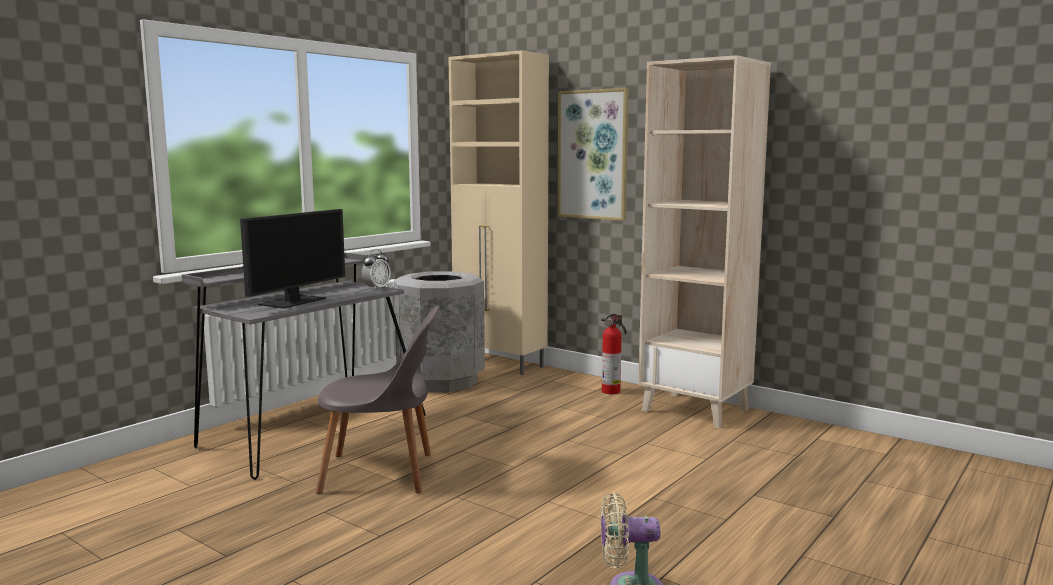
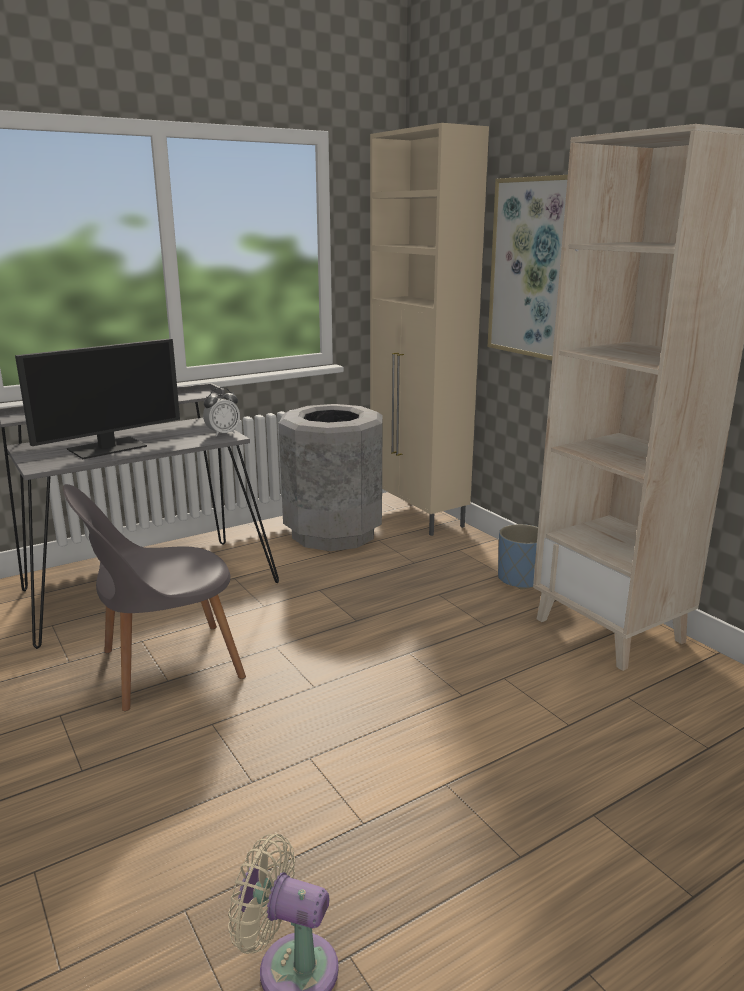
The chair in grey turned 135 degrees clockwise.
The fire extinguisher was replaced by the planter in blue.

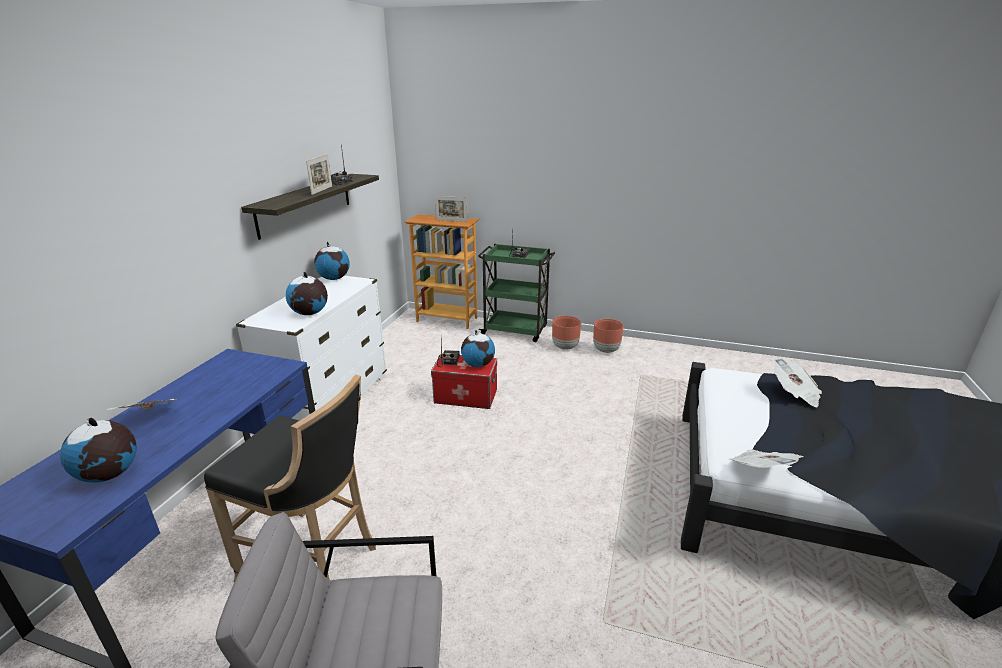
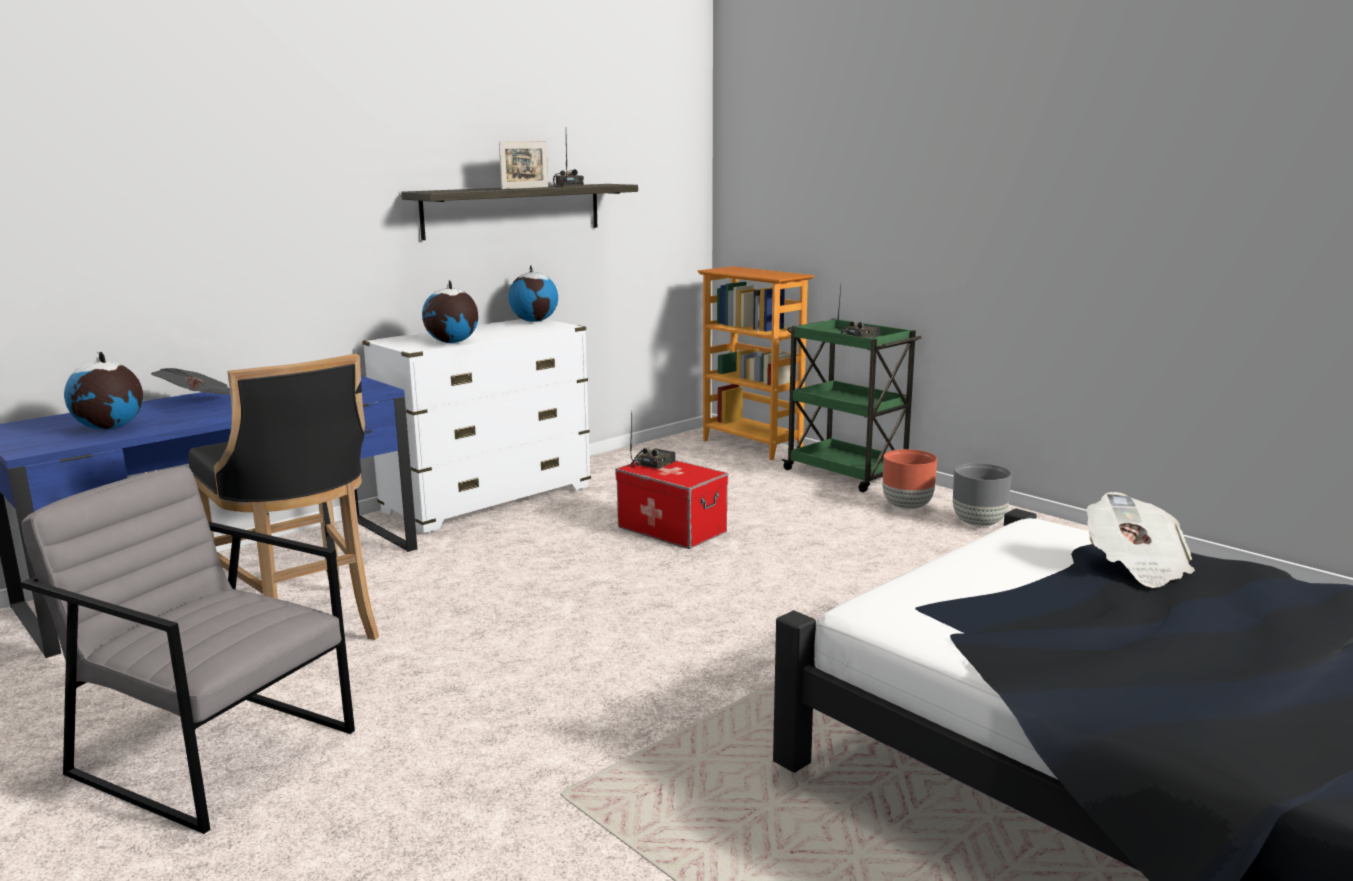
The picture frame (2nd from left) disappeared.
The planter in brown (2nd from left) became the planter in grey.
The globe (4th from left) disappeared.
The newspaper (2nd from left) disappeared.

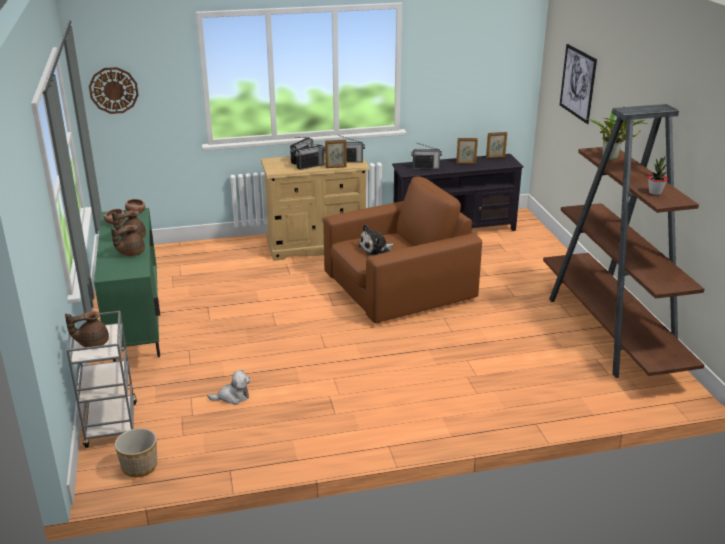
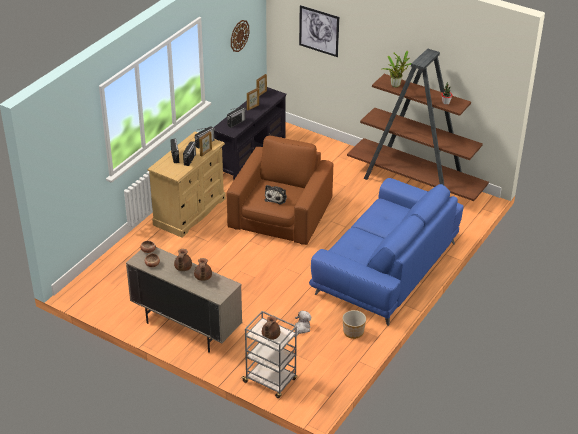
The wall clock moved.
The cabinet in green became the cabinet in beige.
The planter moved.
The sofa in blue appeared.

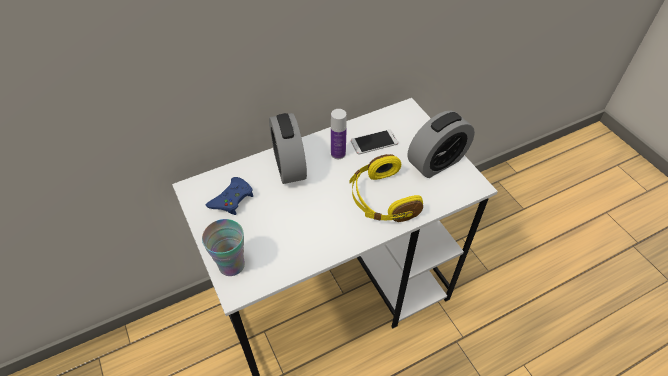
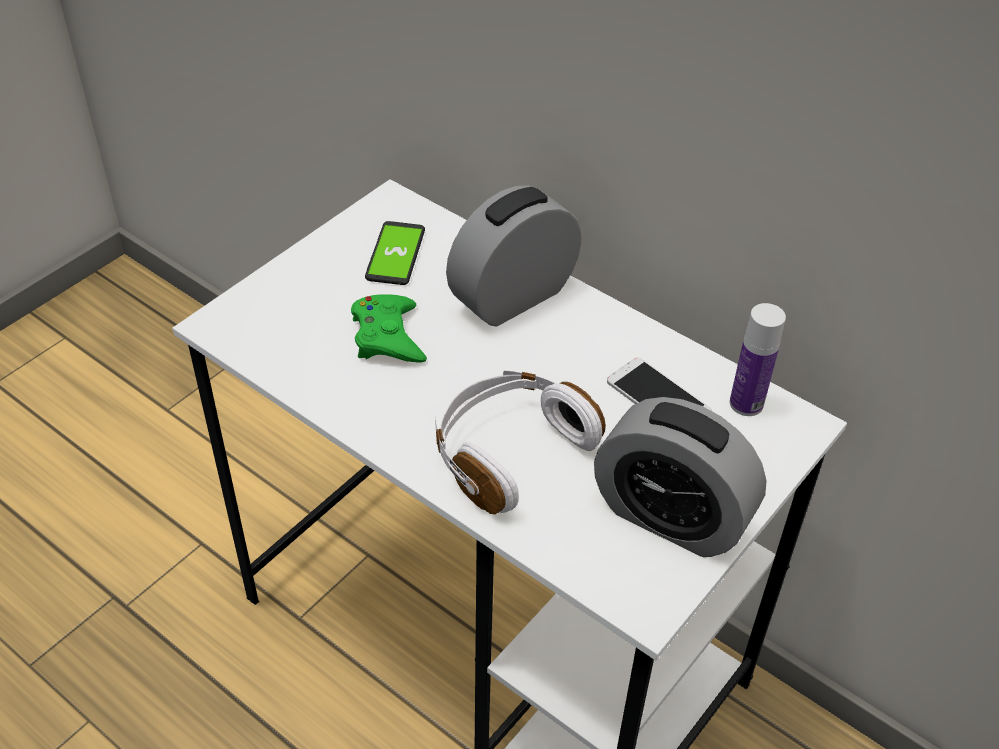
The bottle moved.
The headphones in yellow became the headphones in white.
The game controller in blue was replaced by the phone (1st from left).
The cup disappeared.
The game controller in green appeared.

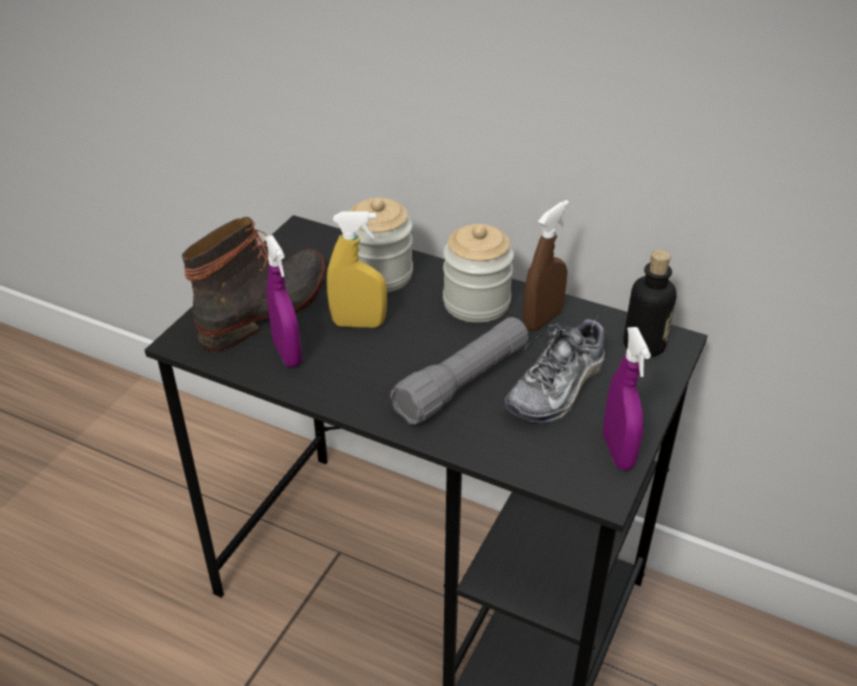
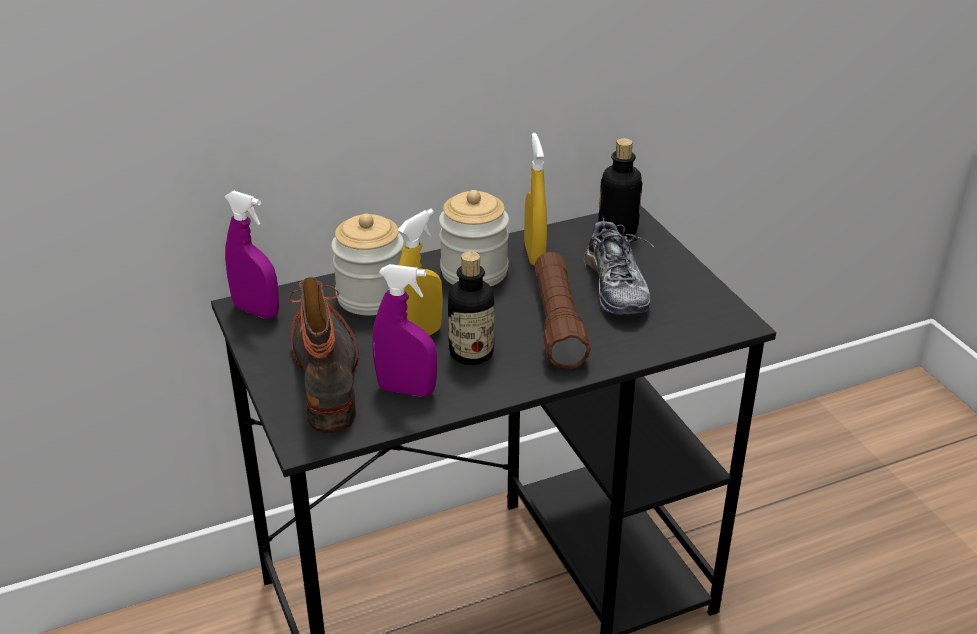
The spray bottle in brown became the spray bottle in yellow (2nd from left).
The flashlight in grey became the flashlight in brown.
The spray bottle in purple (2nd from left in the first image) moved.
The bottle (1st from left) appeared.

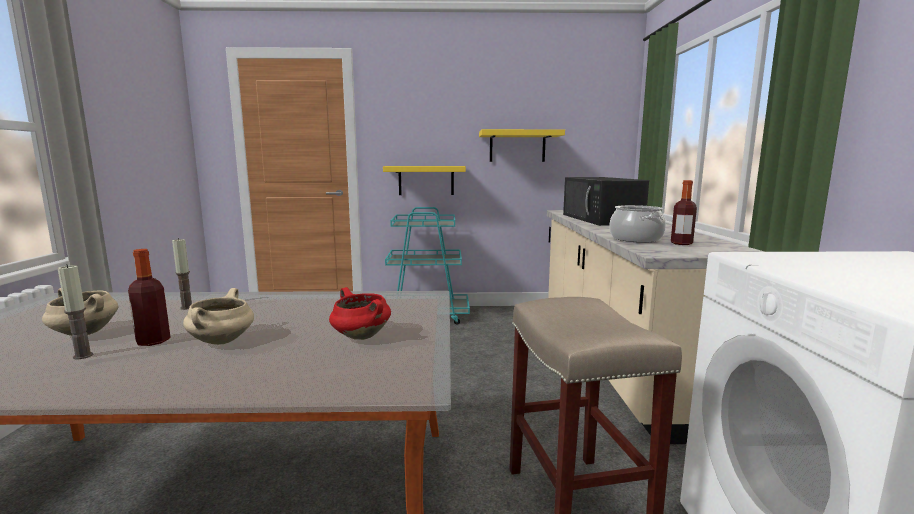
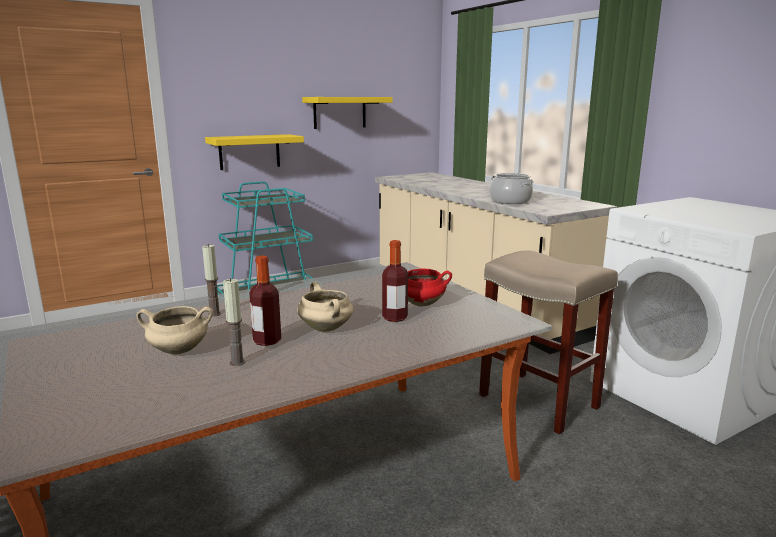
The microwave in black disappeared.
The bottle (2nd from left) moved.

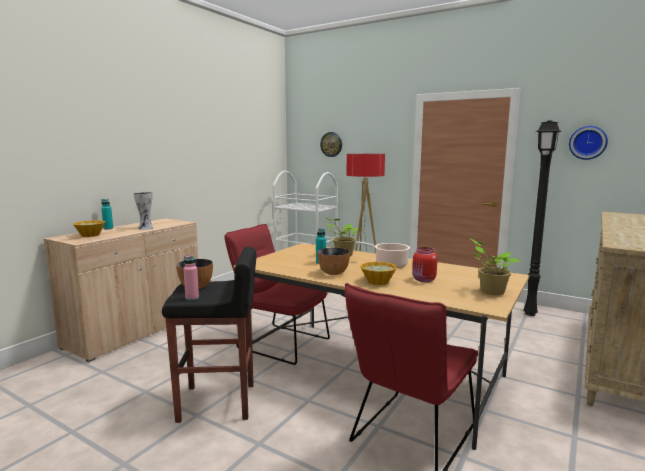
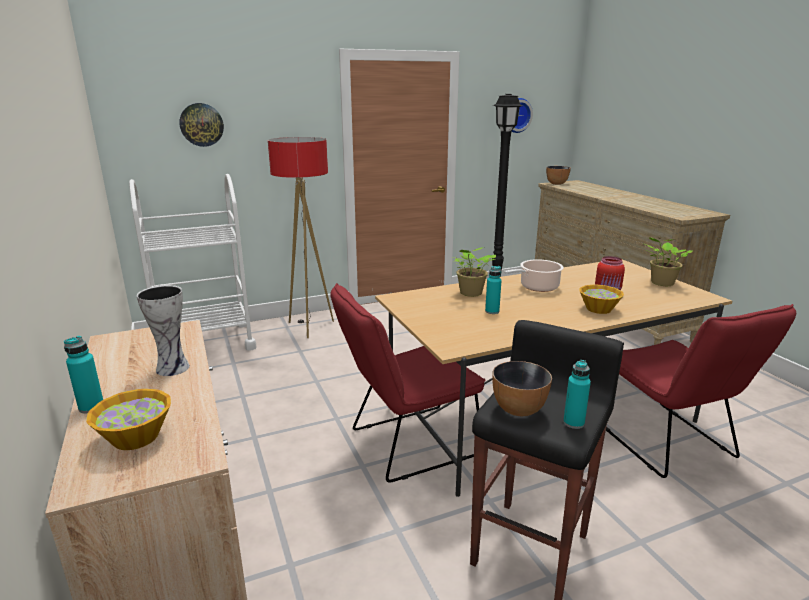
The bowl (3rd from left) moved.
The bottle in pink became the bottle in turquoise (3rd from left).

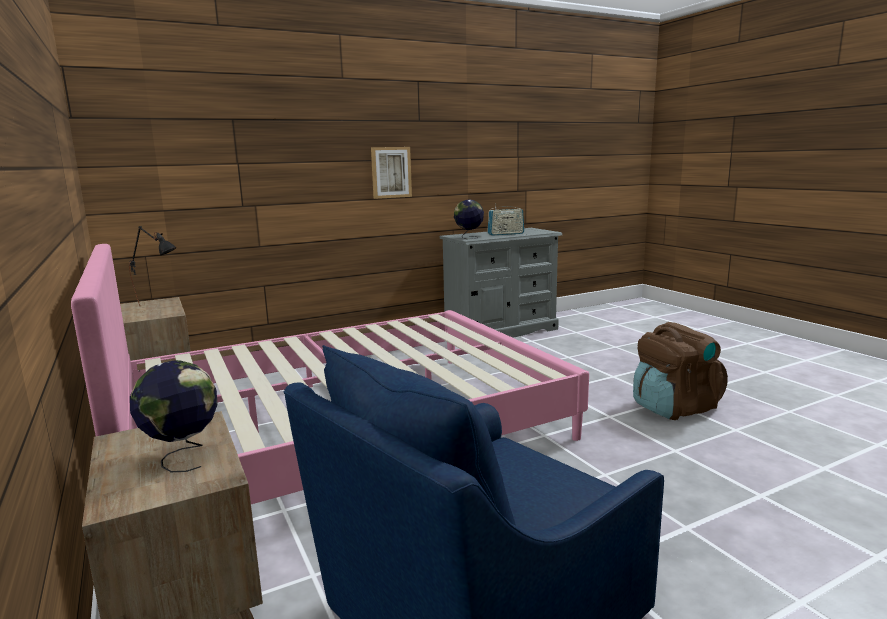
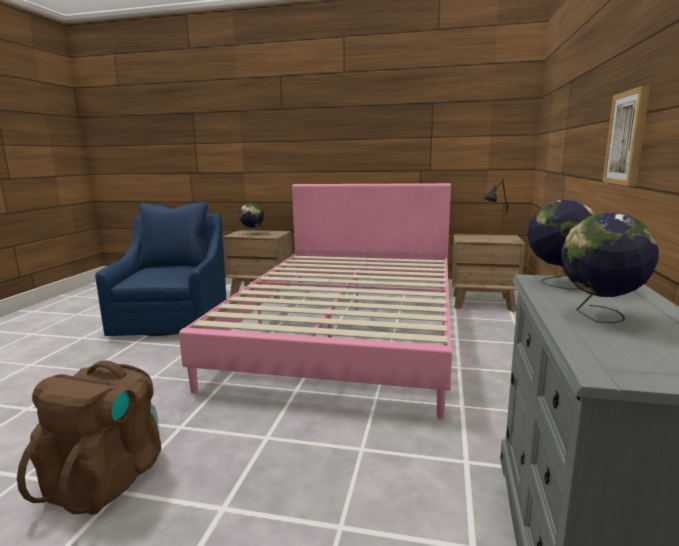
The radio was replaced by the globe (3rd from left).

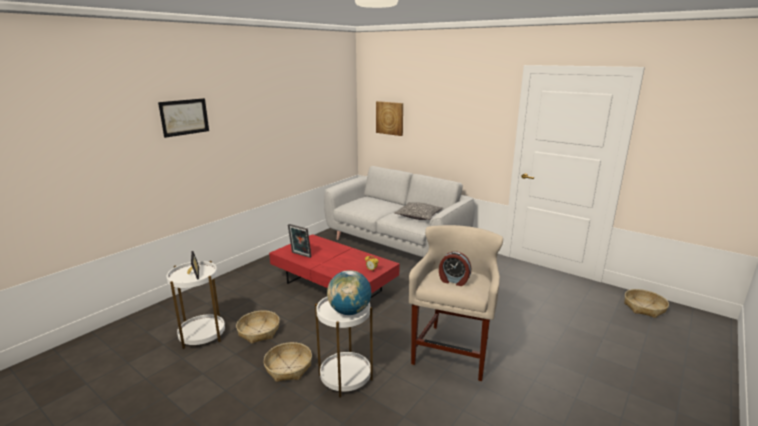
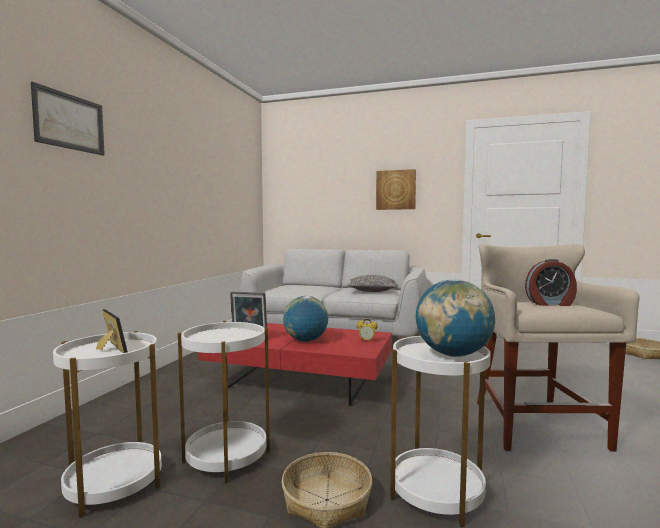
The picture (2nd from left) moved.
The basket (1st from left) was replaced by the side table in white (2nd from left).
The globe (1st from left) appeared.

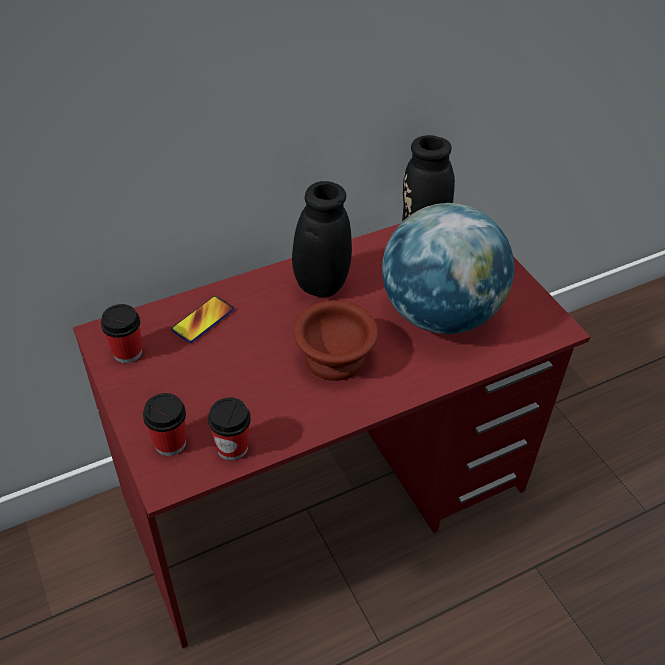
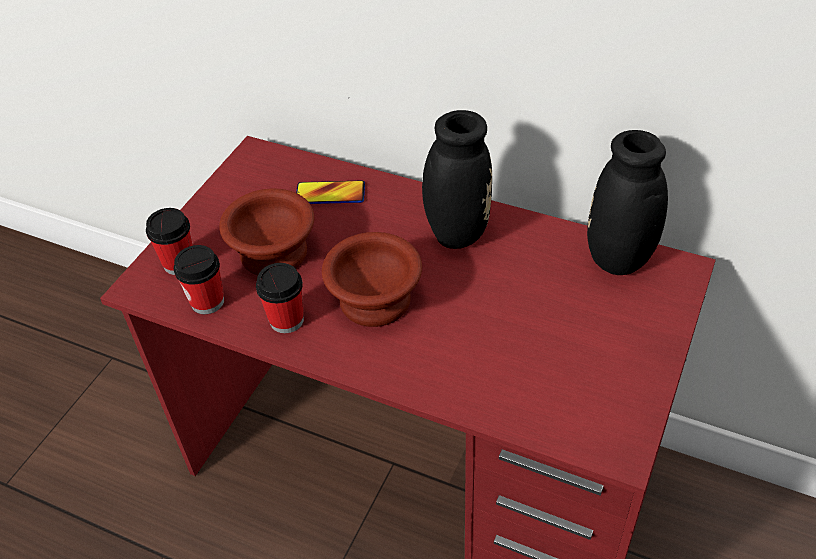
The globe disappeared.
The cup (1st from left in the first image) moved.
The bowl in brown (1st from left) appeared.

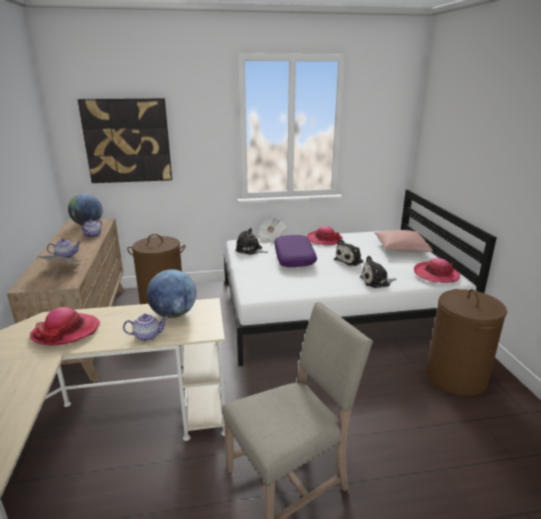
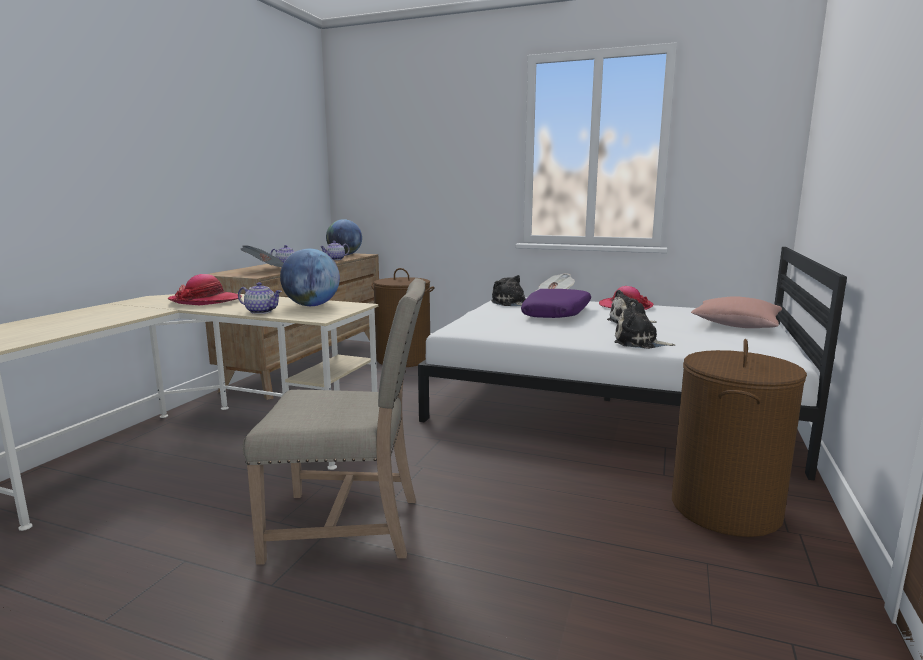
The picture disappeared.
The hat (3rd from left) disappeared.

